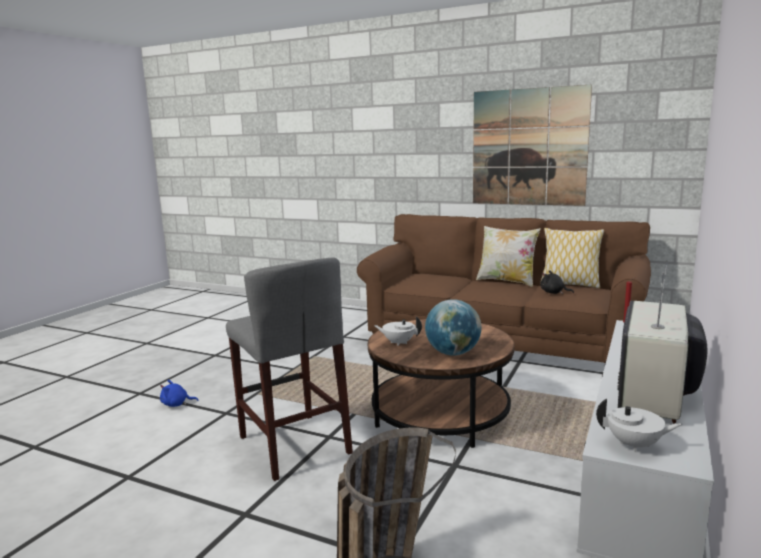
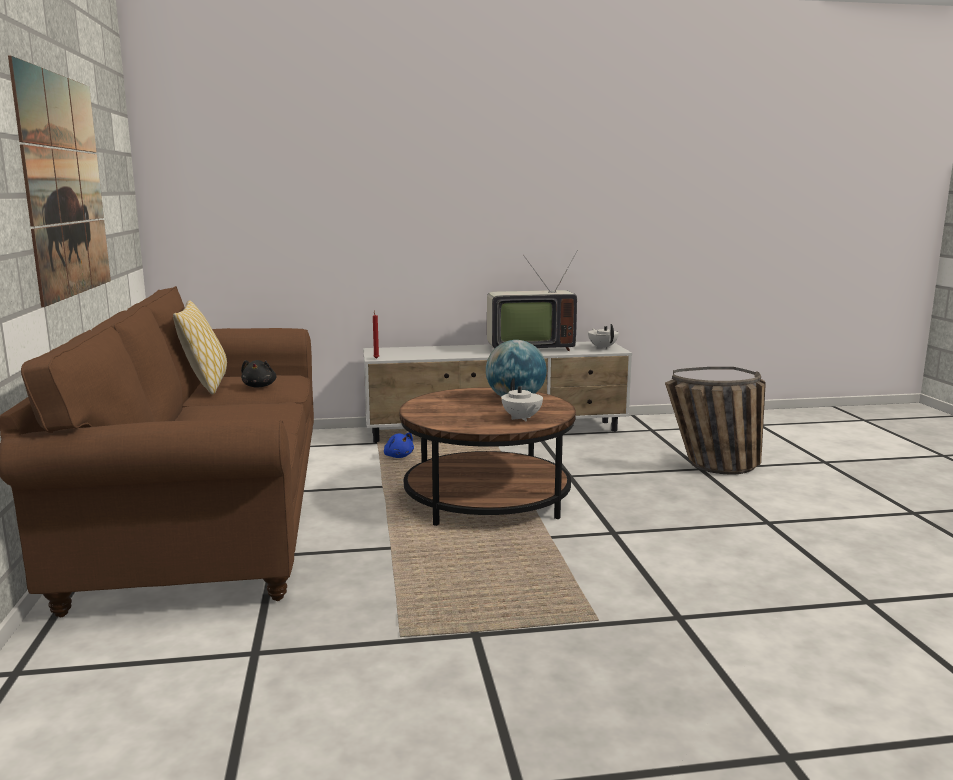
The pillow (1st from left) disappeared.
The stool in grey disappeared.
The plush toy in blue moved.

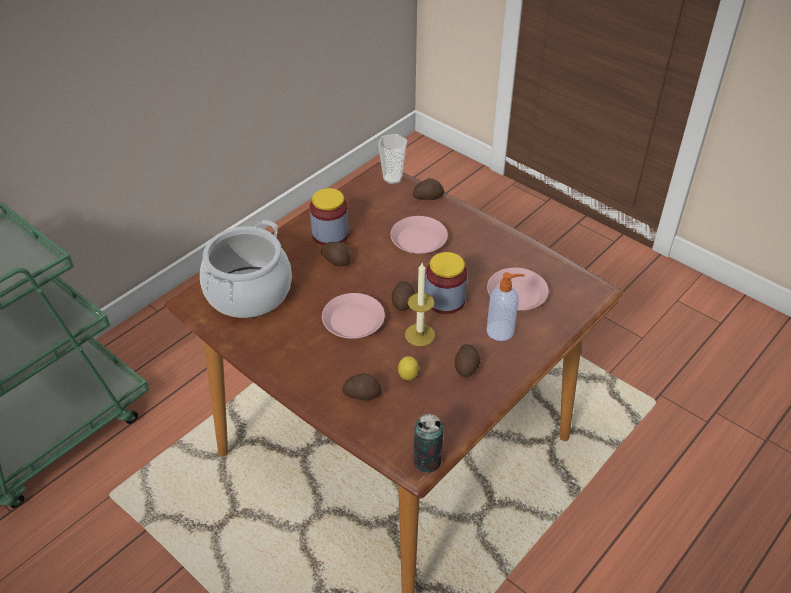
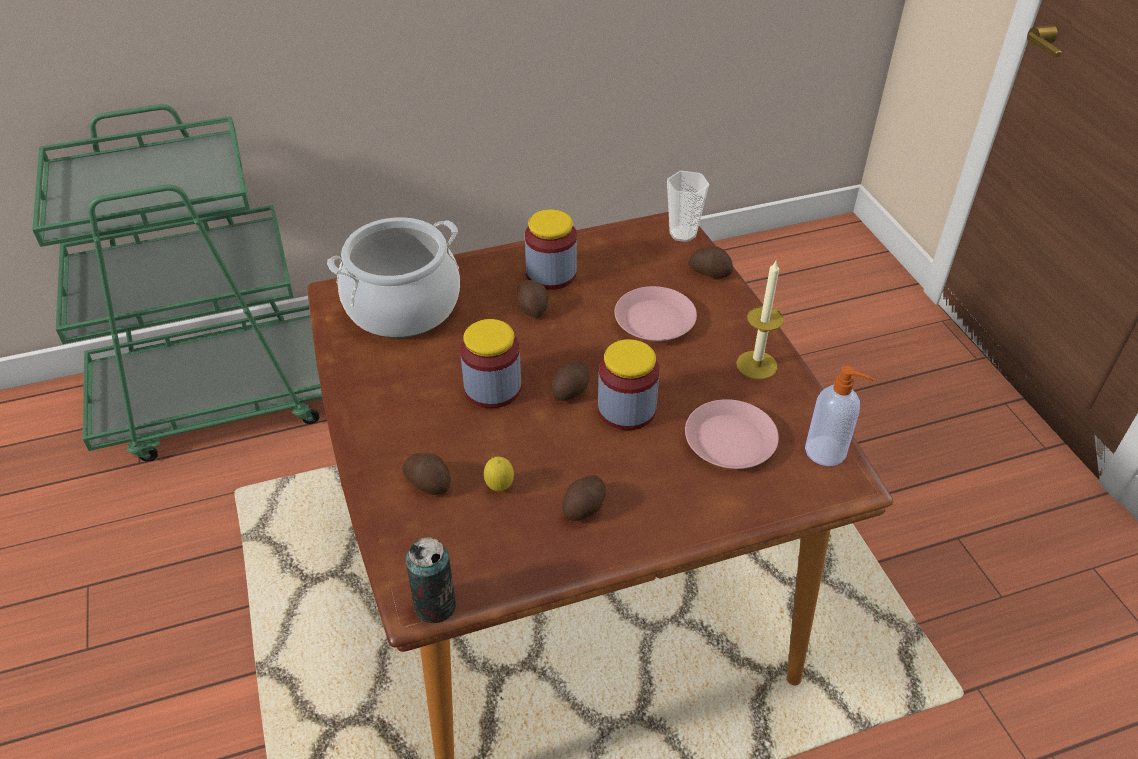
The candle moved.
The soap dispenser moved.
The plate in pink (1st from left) was replaced by the jar (1st from left).

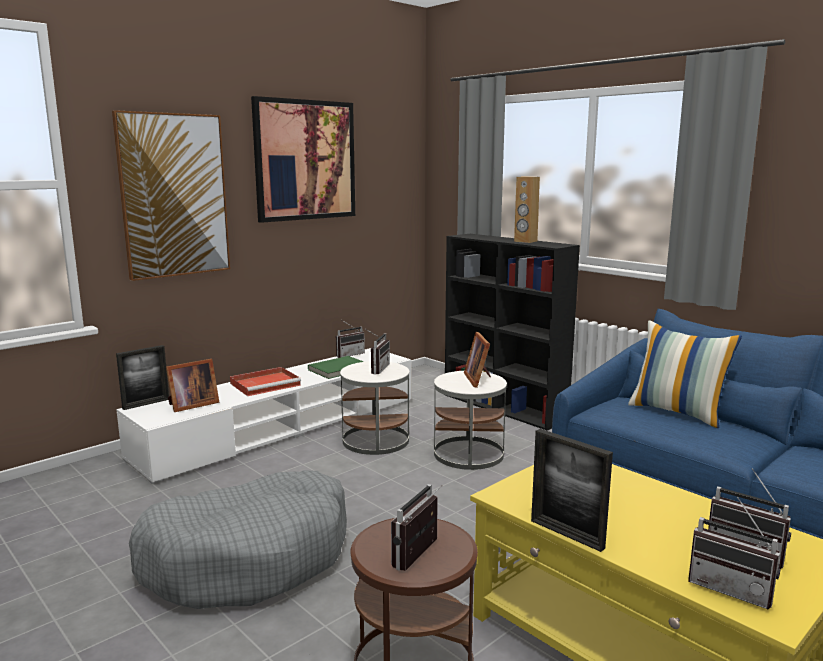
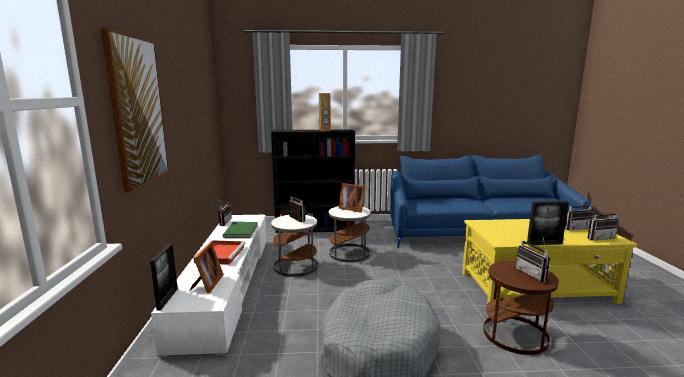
The picture (2nd from left) disappeared.
The pillow disappeared.

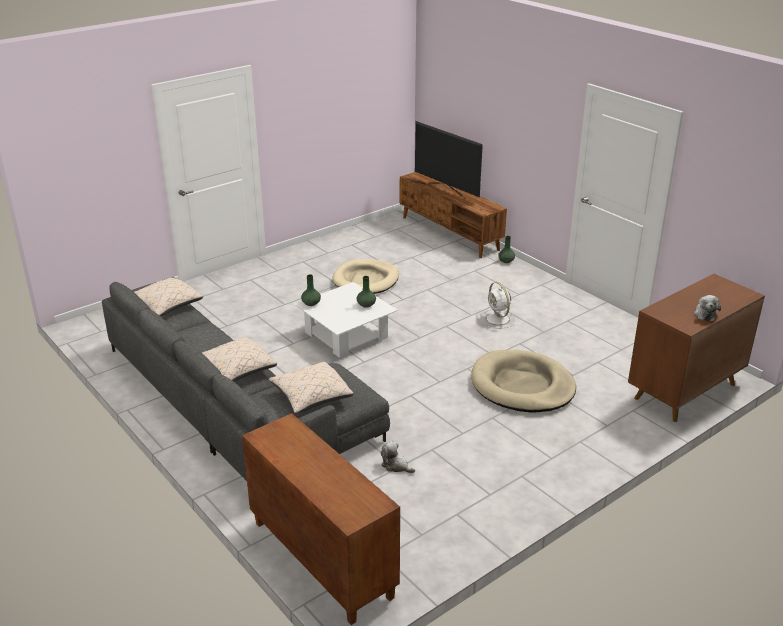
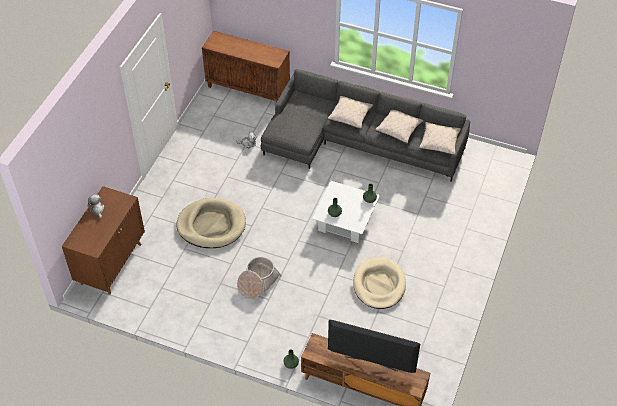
The fan in white was replaced by the basket.
The pillow in beige (3rd from left in the first image) moved.

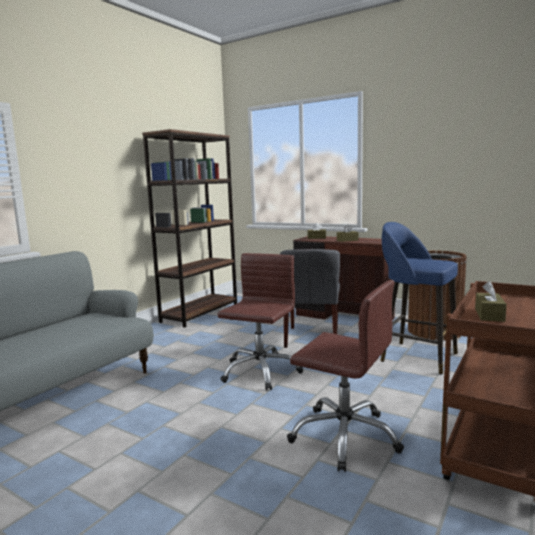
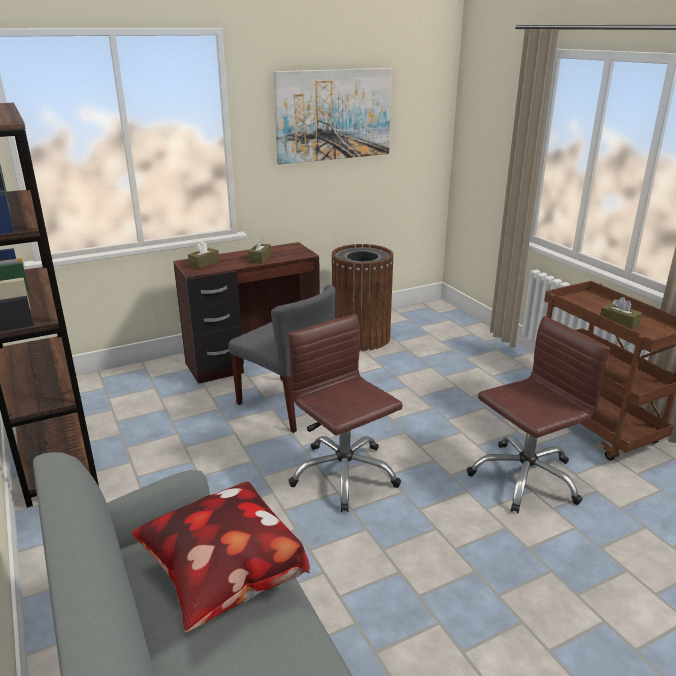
The stool in blue disappeared.
The picture appeared.
The pillow appeared.

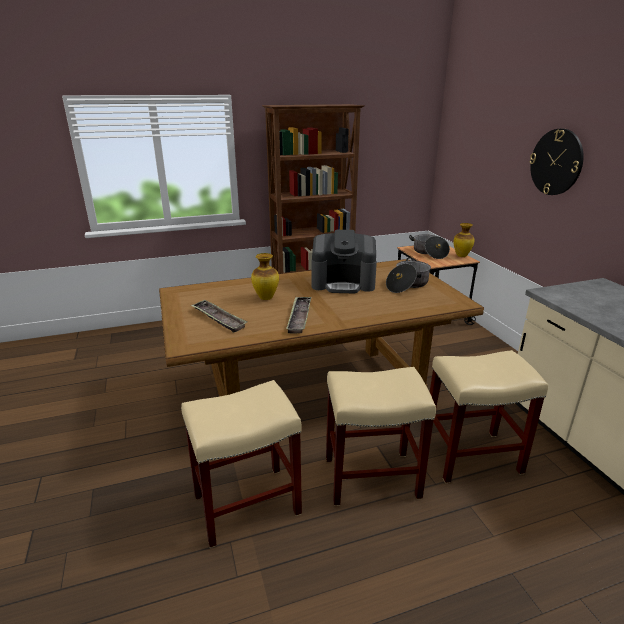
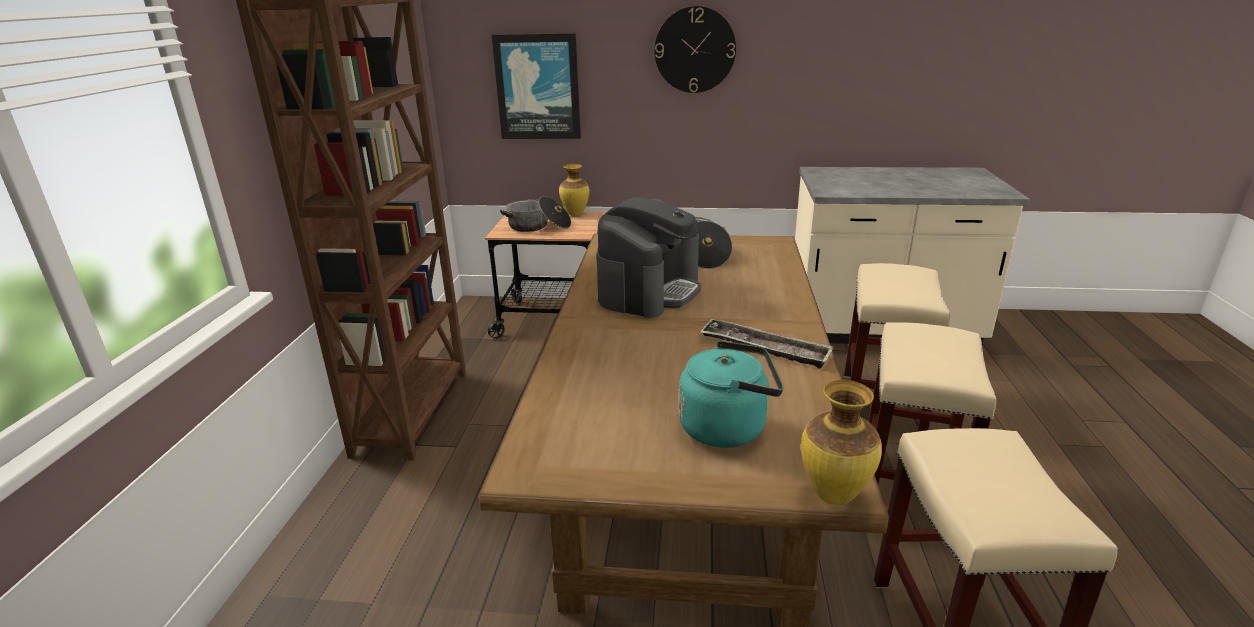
The vase (1st from left in the first image) moved.
The tray (1st from left) was replaced by the kettle in turquoise.
The picture appeared.

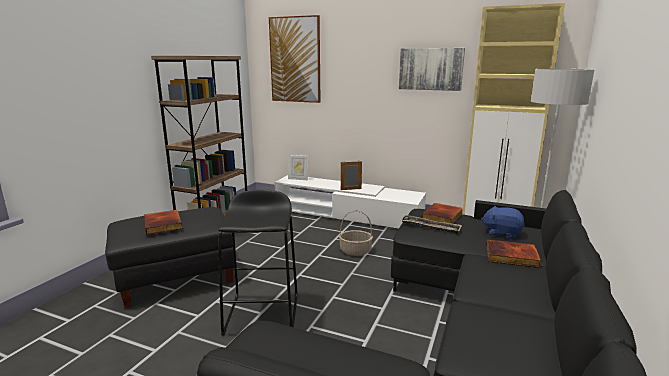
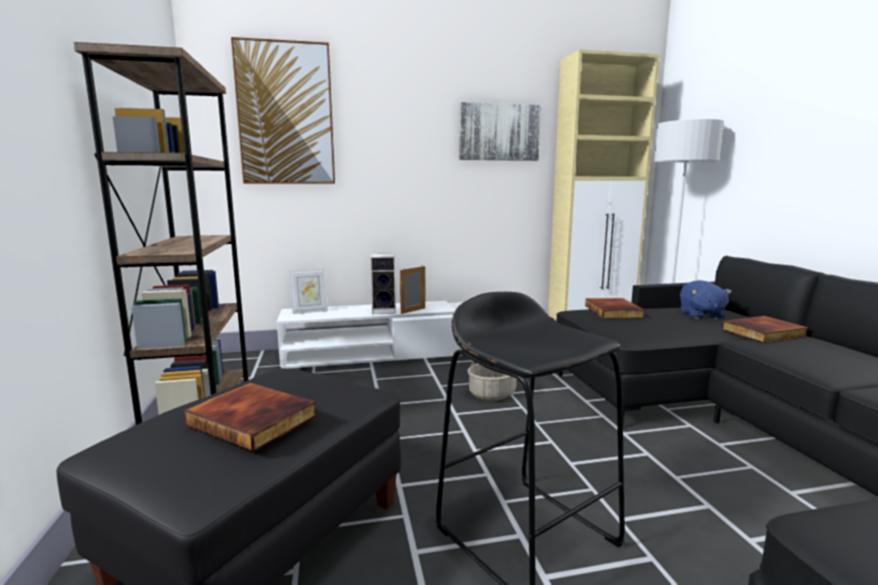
The plush toy in blue turned 75 degrees counterclockwise.
The tray disappeared.
The speaker appeared.

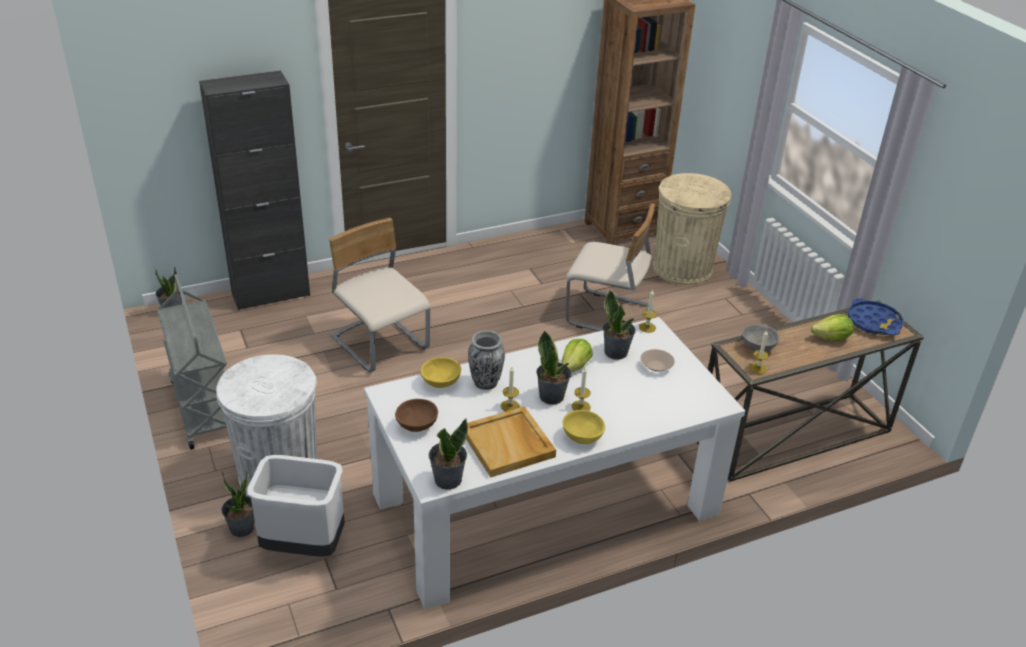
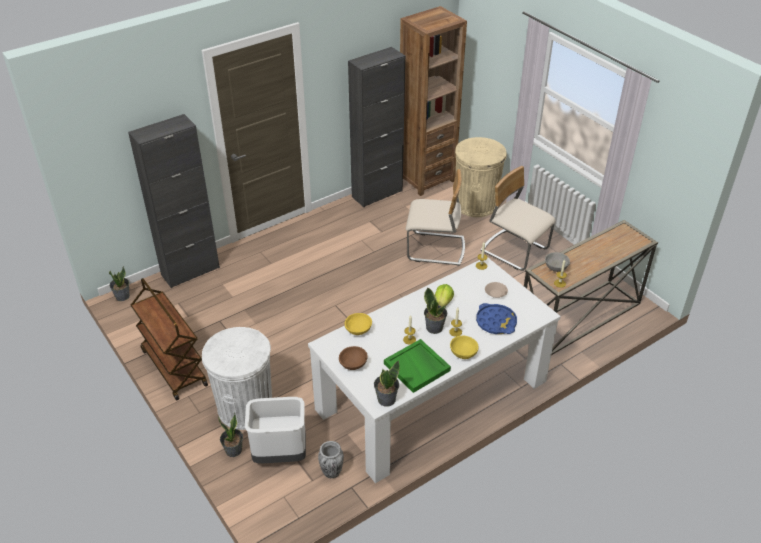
The chair in beige (1st from left in the first image) moved.
The cart in grey became the cart in brown.
The potted plant (5th from left) disappeared.
The tray in blue moved.
The lettuce (2nd from left) disappeared.
The vase moved.
The tray in beige became the tray in green.
The cabinet in black (2nd from left) appeared.

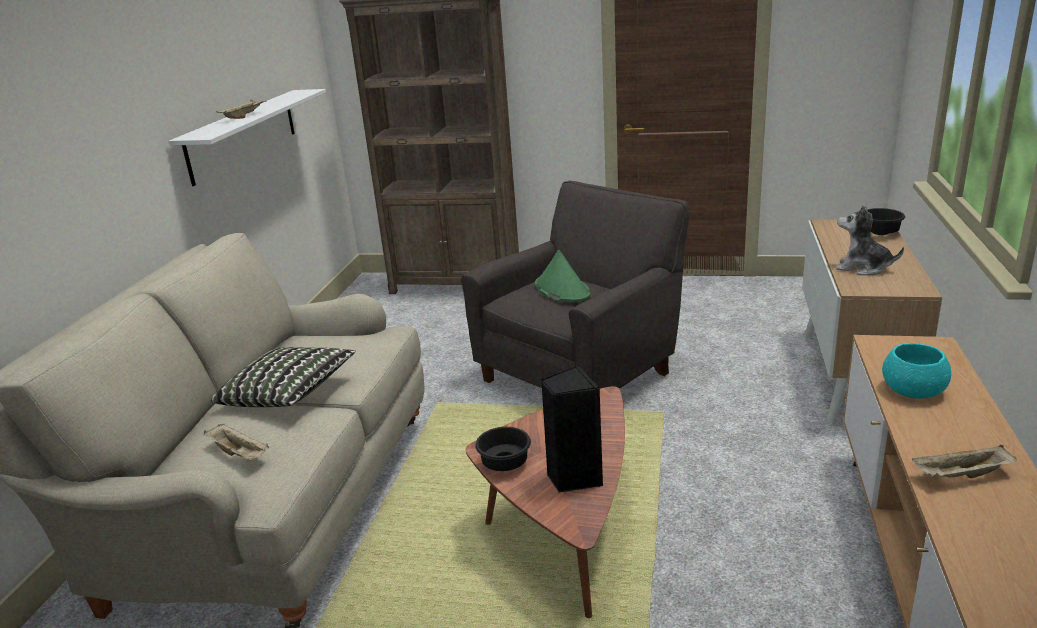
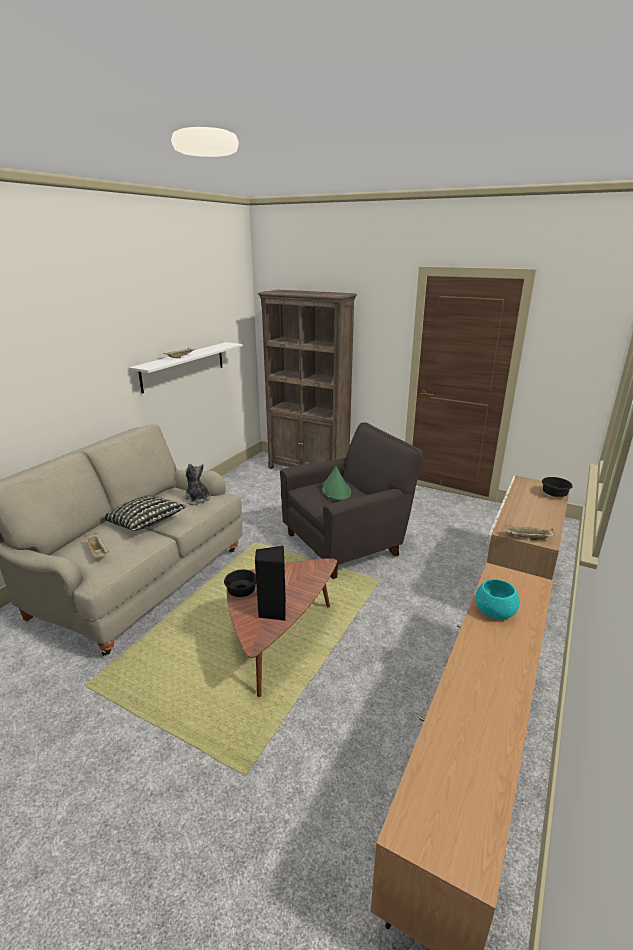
The plush toy moved.
The tray in beige (3rd from left) moved.

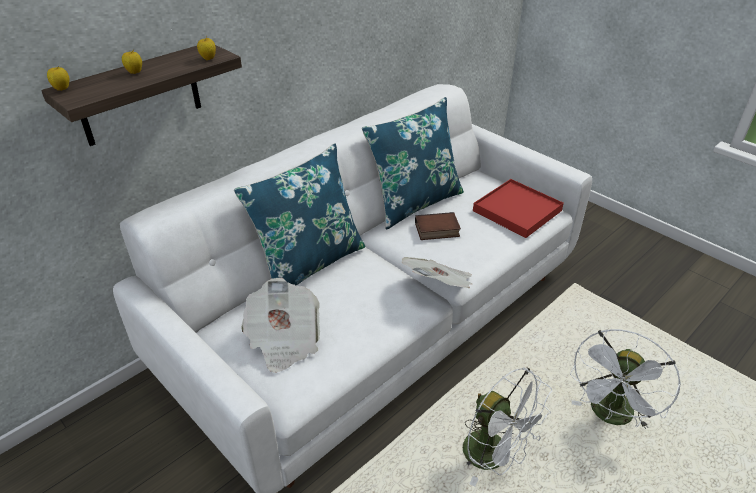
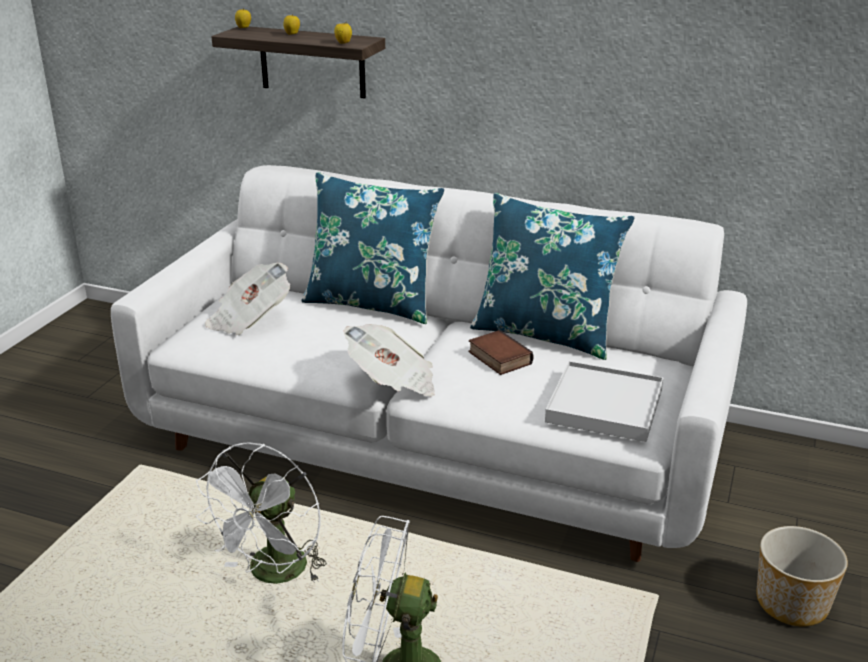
The tray in red became the tray in white.
The planter appeared.

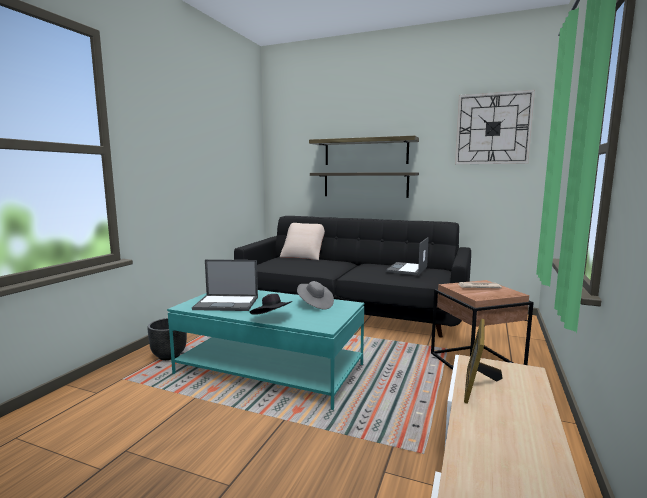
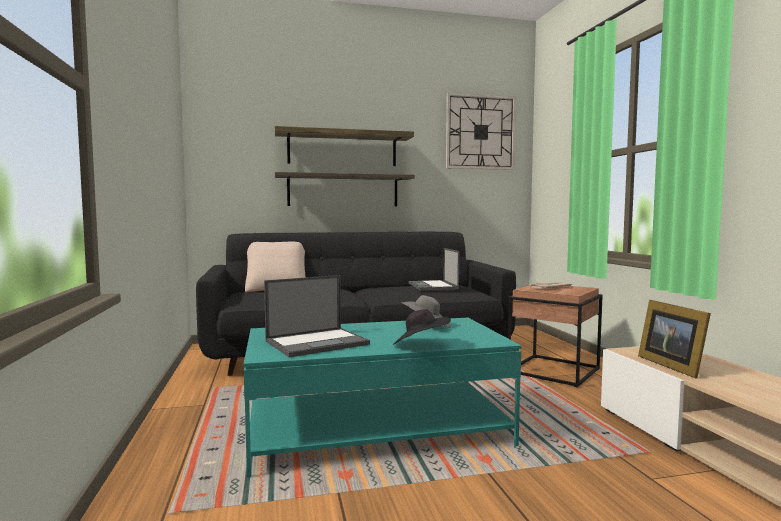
The planter in black disappeared.

